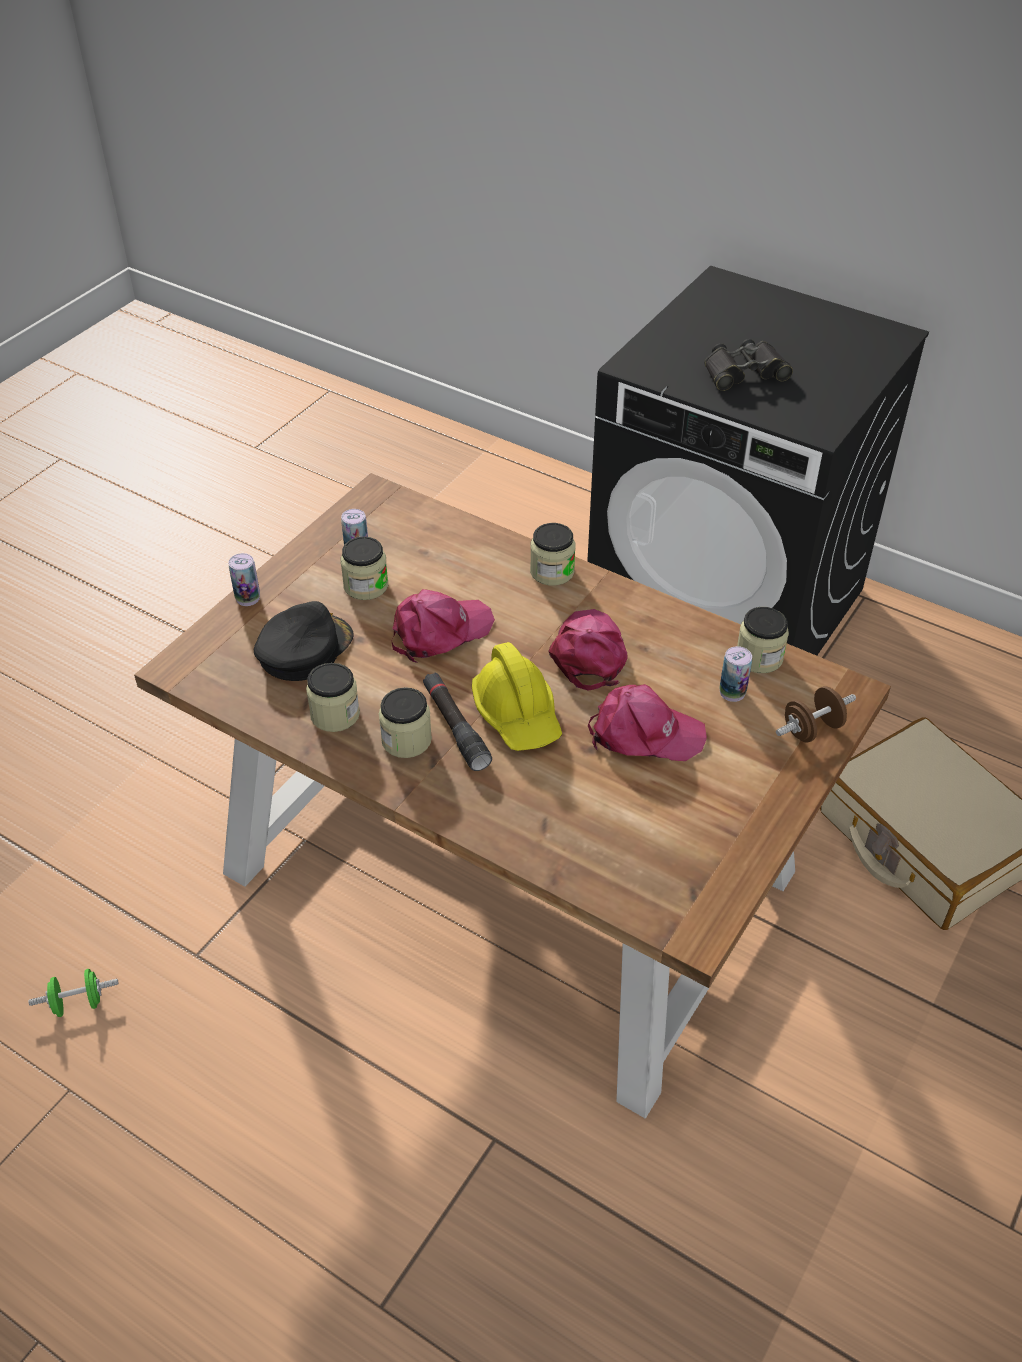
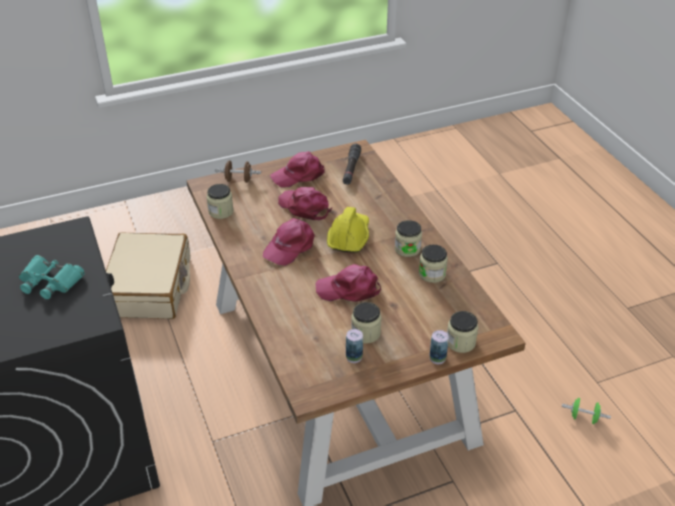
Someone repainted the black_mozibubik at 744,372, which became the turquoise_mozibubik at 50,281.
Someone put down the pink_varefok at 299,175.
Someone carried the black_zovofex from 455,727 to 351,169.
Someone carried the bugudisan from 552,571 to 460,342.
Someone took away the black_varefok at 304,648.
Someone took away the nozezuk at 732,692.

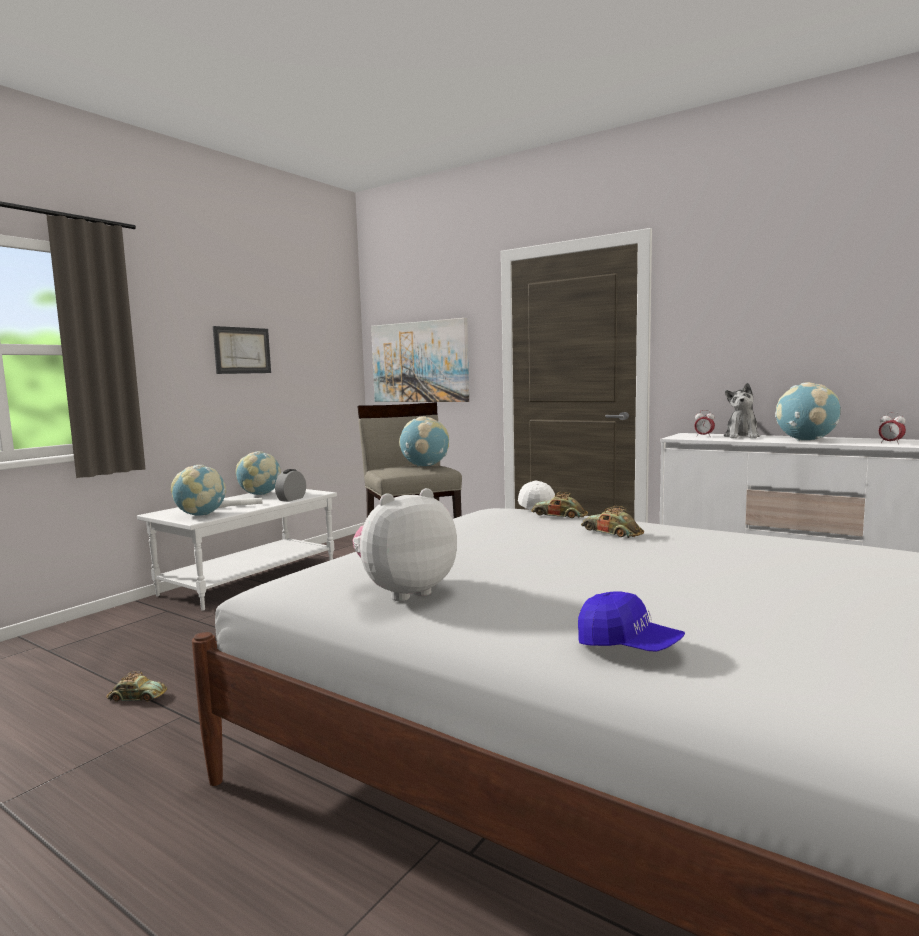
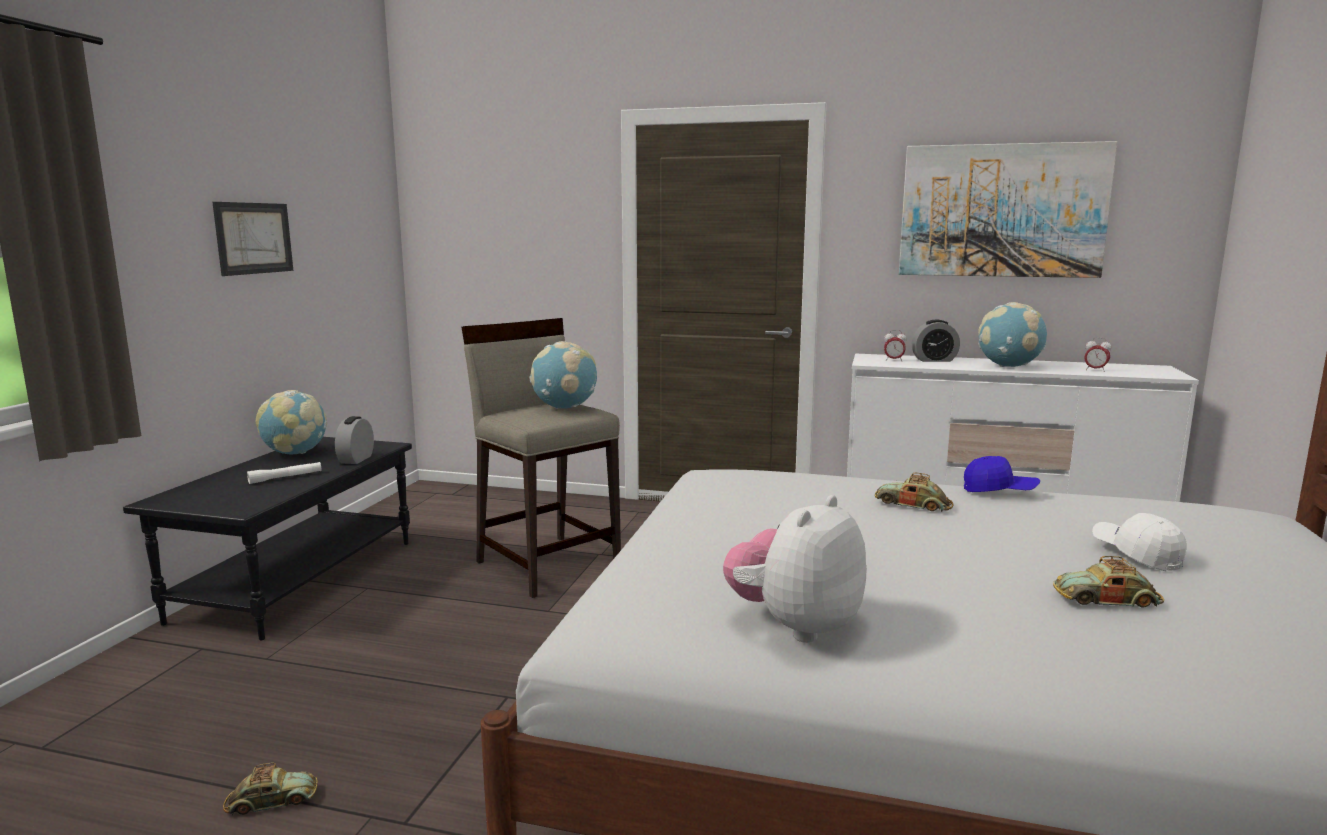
Someone repainted the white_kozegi at 250,579, which became the black_kozegi at 297,579.
Someone carried the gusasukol from 419,362 to 1002,211.
Someone swapped the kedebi at 742,436 for the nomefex at 934,360.
Someone carried the blue_varefok from 628,646 to 999,491.
Someone carried the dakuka from 559,516 to 1106,599.
Someone carried the white_varefok from 535,505 to 1136,554.
Someone took away the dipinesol at 201,515.

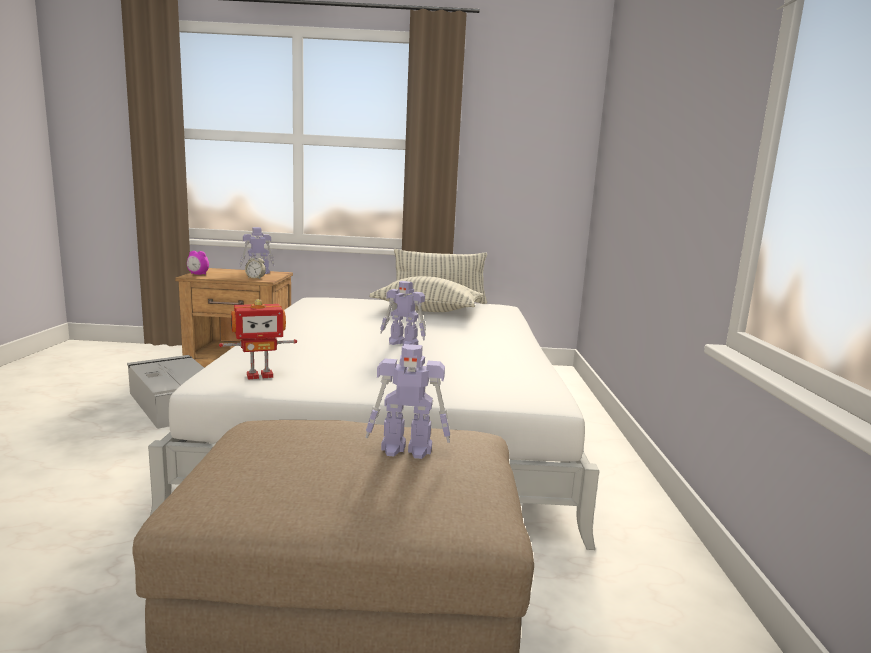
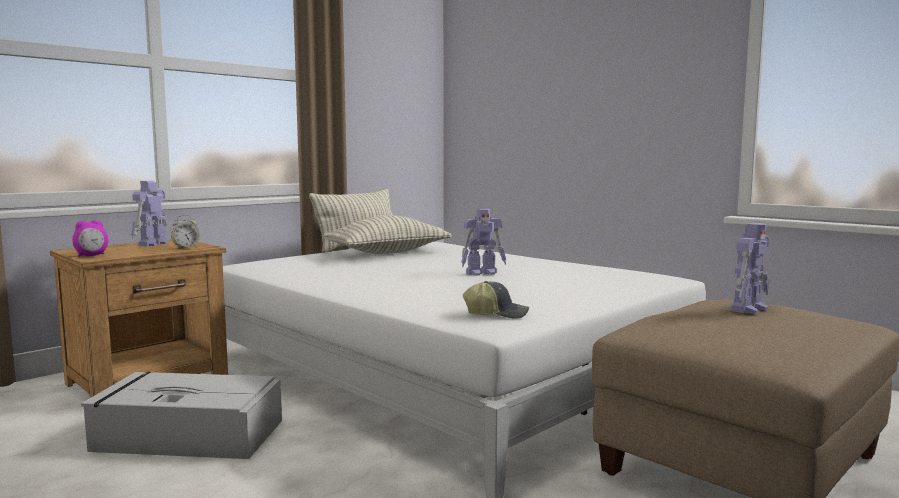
Someone swapped the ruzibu at 259,375 for the varefok at 497,314.

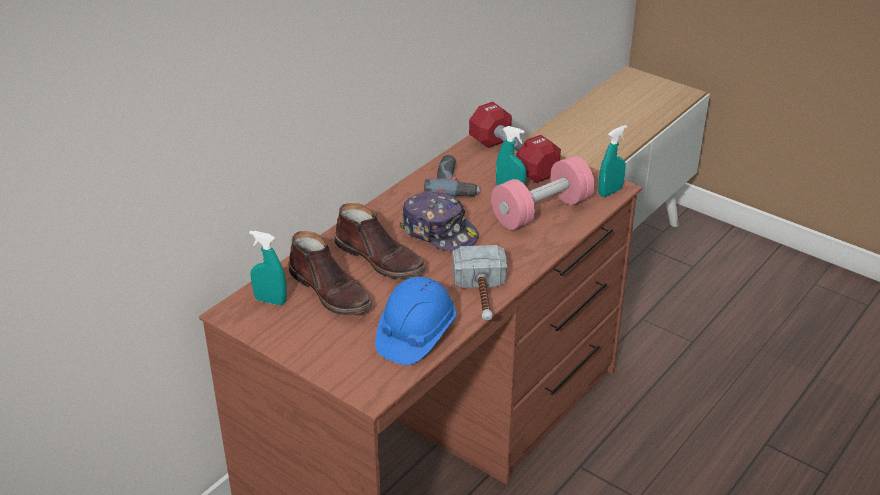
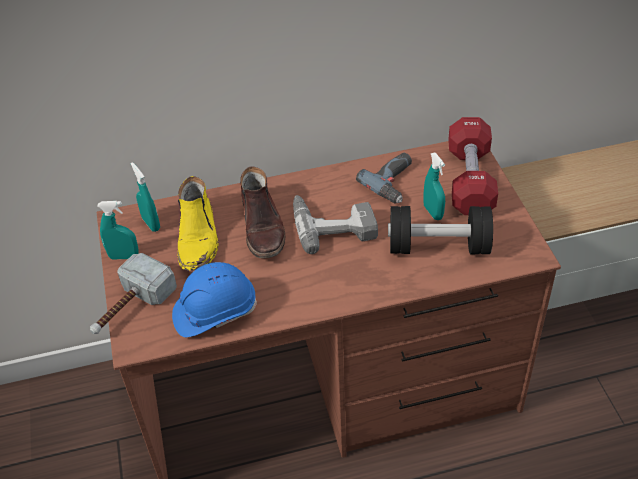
Someone carried the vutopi from 482,297 to 130,307.
Someone carried the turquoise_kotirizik from 610,192 to 124,256.
Someone repainted the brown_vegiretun at 331,291, which became the yellow_vegiretun at 198,238.
Someone swapped the varefok at 439,232 for the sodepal at 333,224.
Someone repainted the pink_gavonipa at 541,211, which became the black_gavonipa at 438,246.

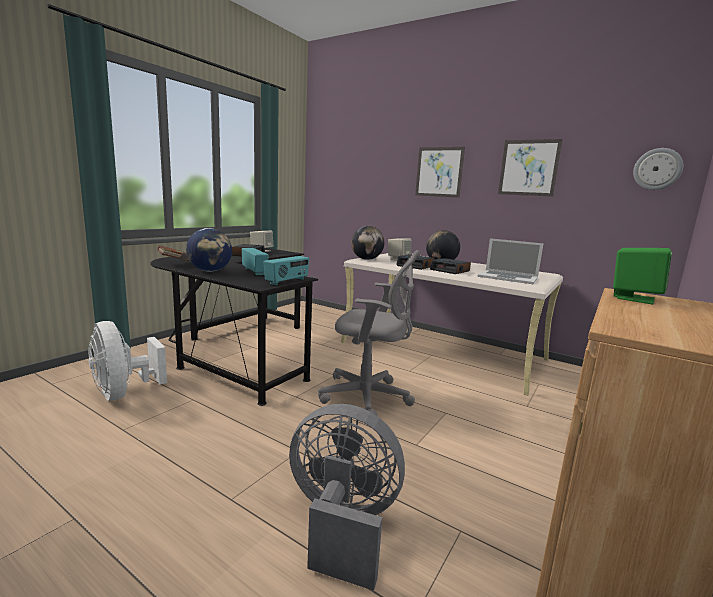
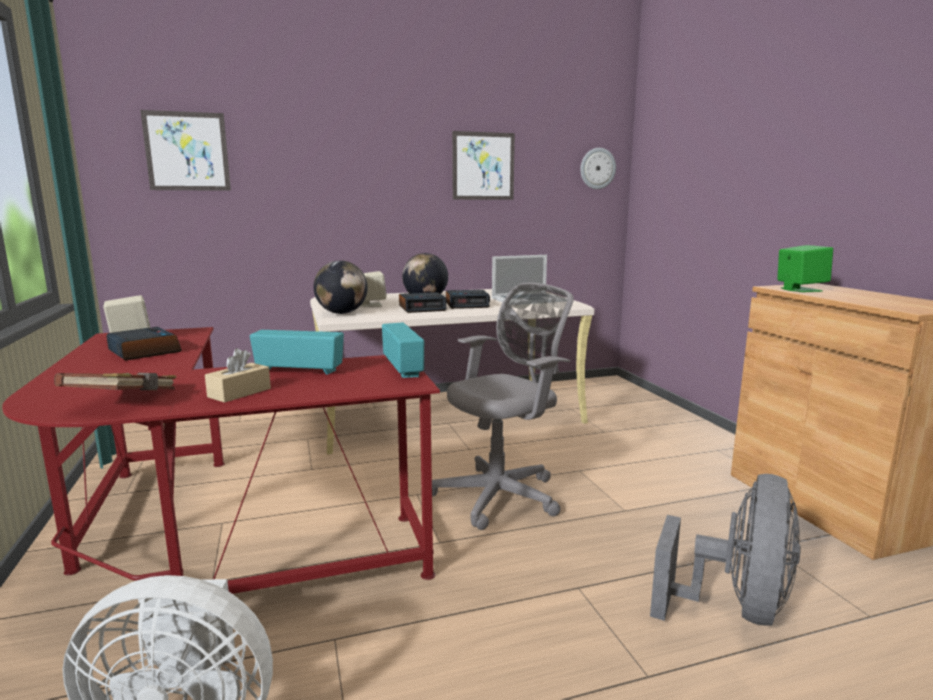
Someone repainted the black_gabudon at 237,351, which became the red_gabudon at 214,541.
Someone carried the gusasukol from 439,172 to 187,151.
Someone swapped the dipinesol at 210,271 for the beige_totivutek at 239,393.
Someone rotated the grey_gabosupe at 342,524 by 150 degrees clockwise.

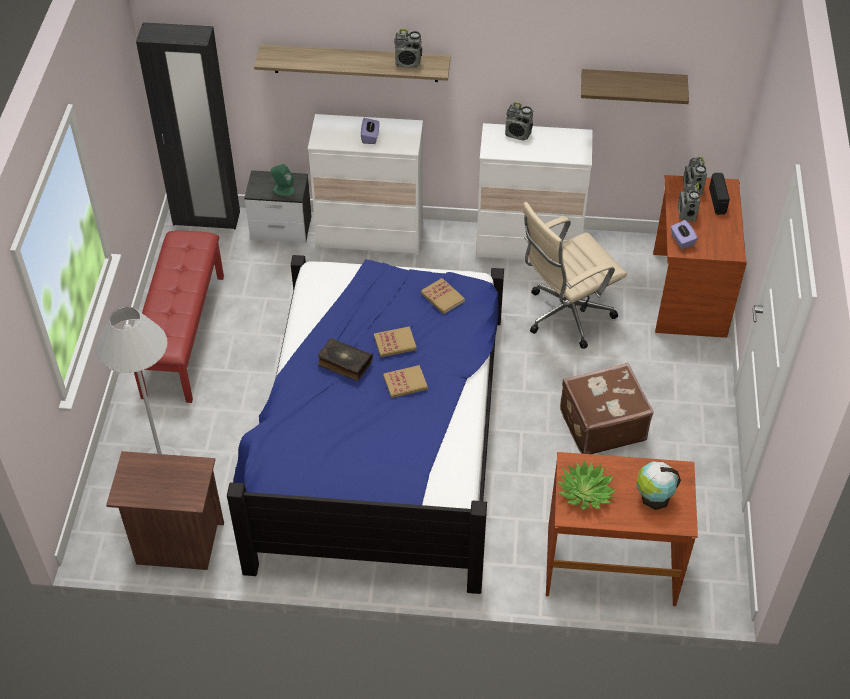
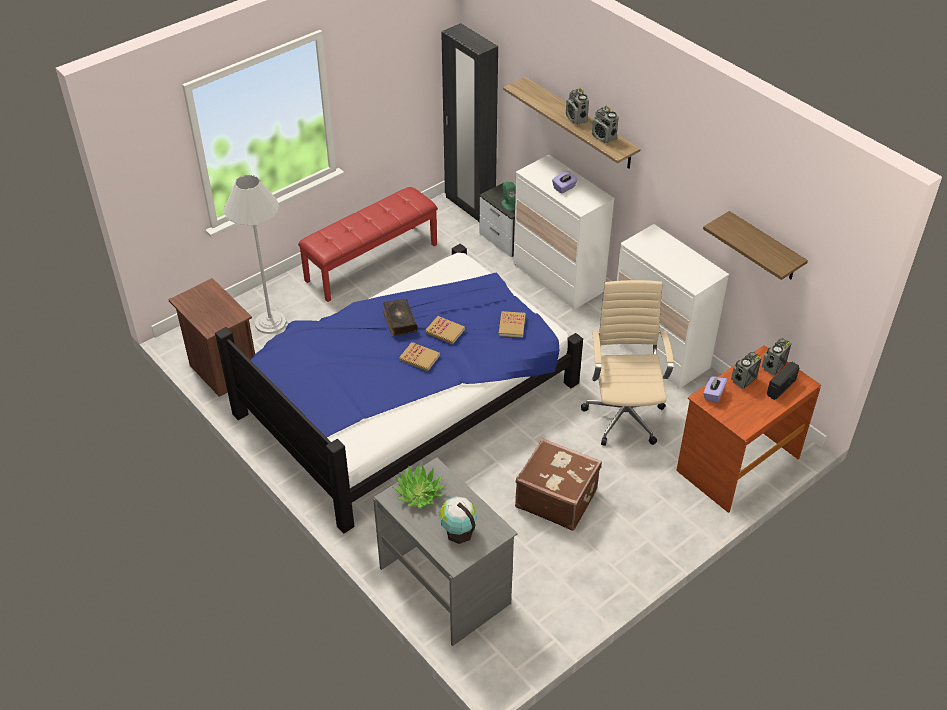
Someone repainted the brown_gabudon at 611,563, which became the grey_gabudon at 446,585.
Someone carried the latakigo from 518,134 to 576,119.
Someone rotated the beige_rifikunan at 565,316 by 75 degrees clockwise.

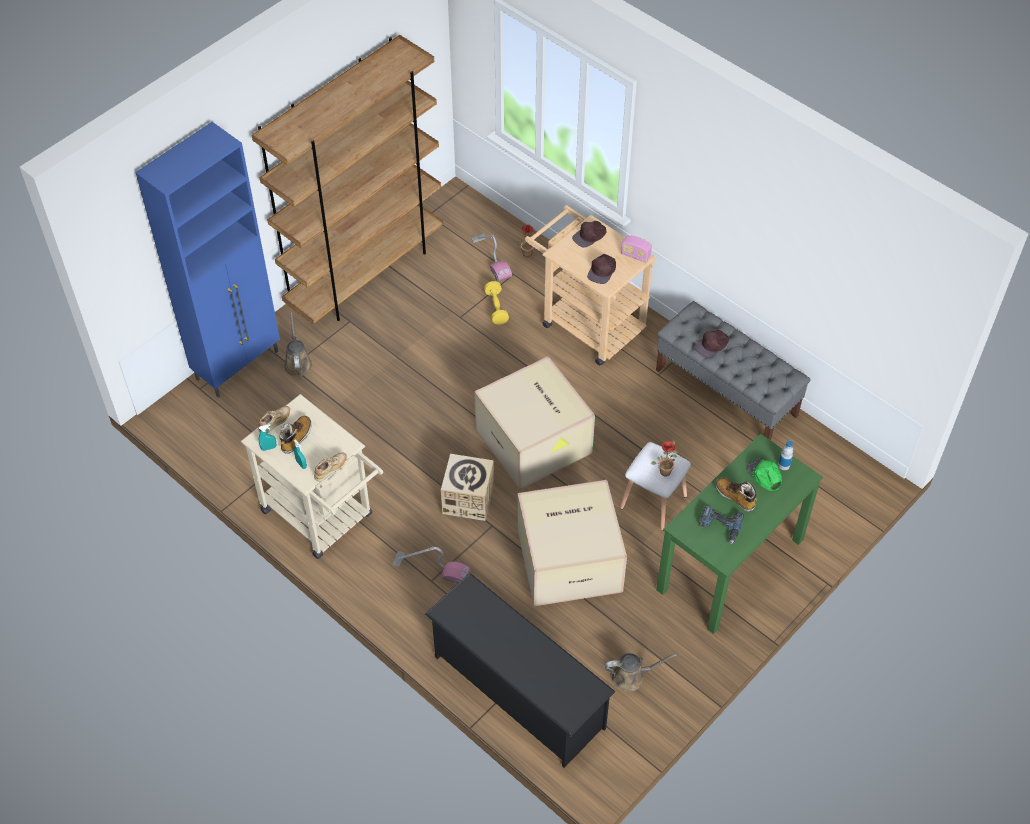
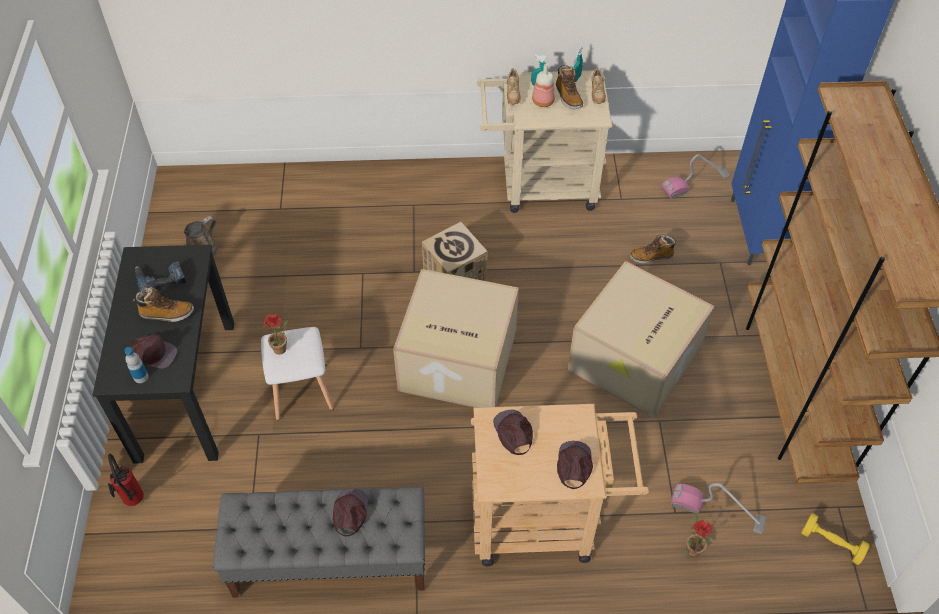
Someone repainted the green_gabudon at 730,565, which became the black_gabudon at 186,389.
Someone put down the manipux at 133,502.
Someone repainted the green_varefok at 764,475, which became the brown_varefok at 153,353.
Someone put down the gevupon at 543,101.
Someone carried the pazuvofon from 570,559 to 635,361.
Someone put down the vegiretun at 651,256.
Someone carried the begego from 431,569 to 695,183.
Someone carried the yellow_gavonipa from 496,308 to 831,543.
Someone took away the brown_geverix at 297,362.
Someone took away the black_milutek at 518,691.
Someone took away the latakigo at 635,255.

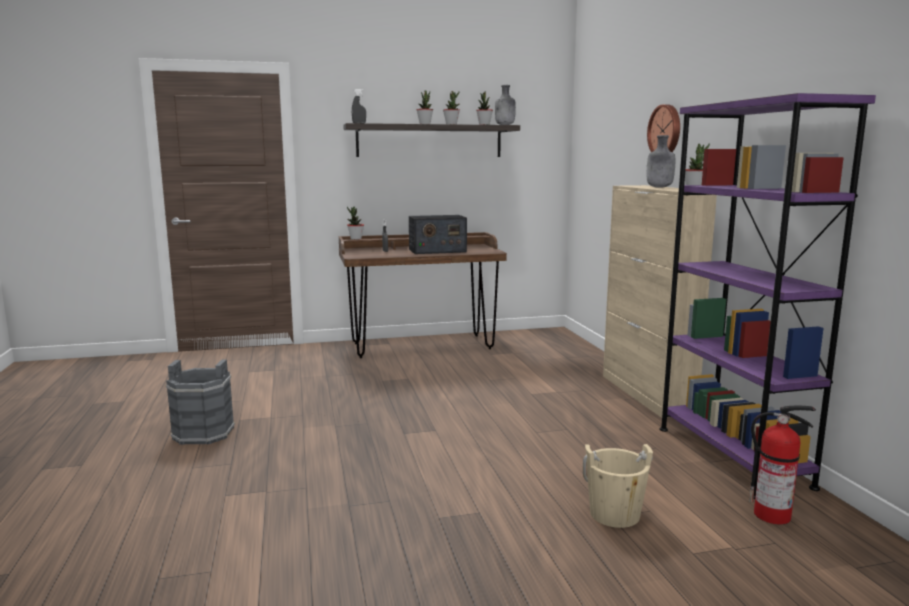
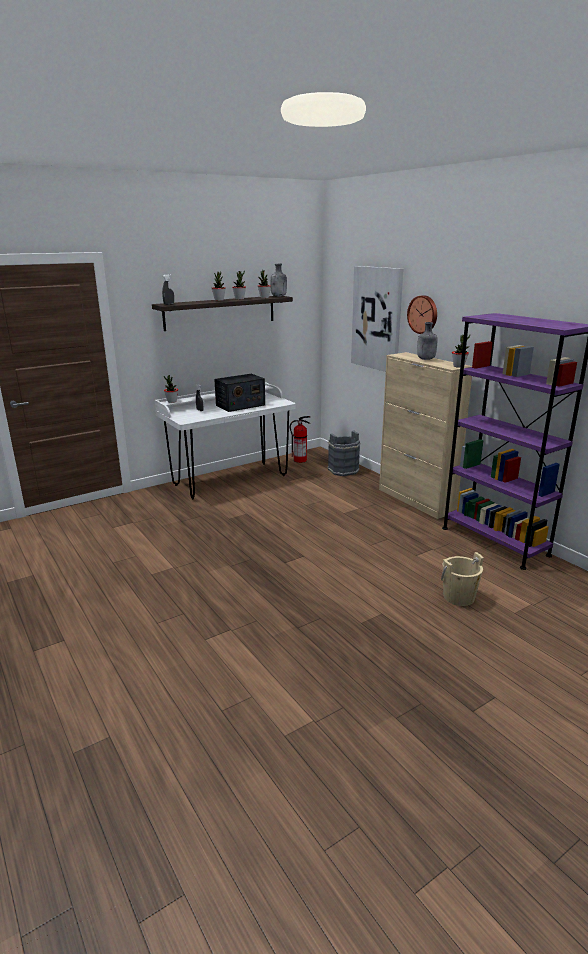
Someone repainted the brown_gabudon at 421,346, which became the white_gabudon at 230,480.
Someone carried the manipux from 773,515 to 300,460.
Someone carried the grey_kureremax from 204,433 to 343,470.
Someone put up the gusasukol at 377,319.

